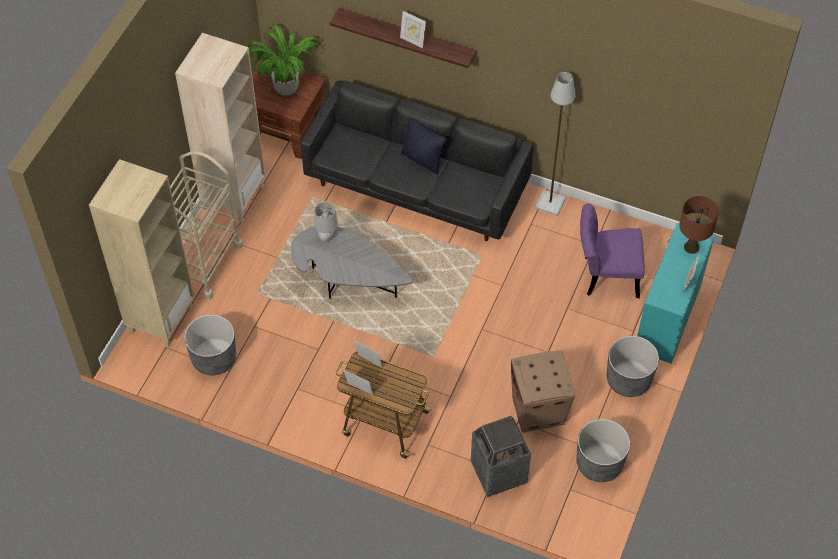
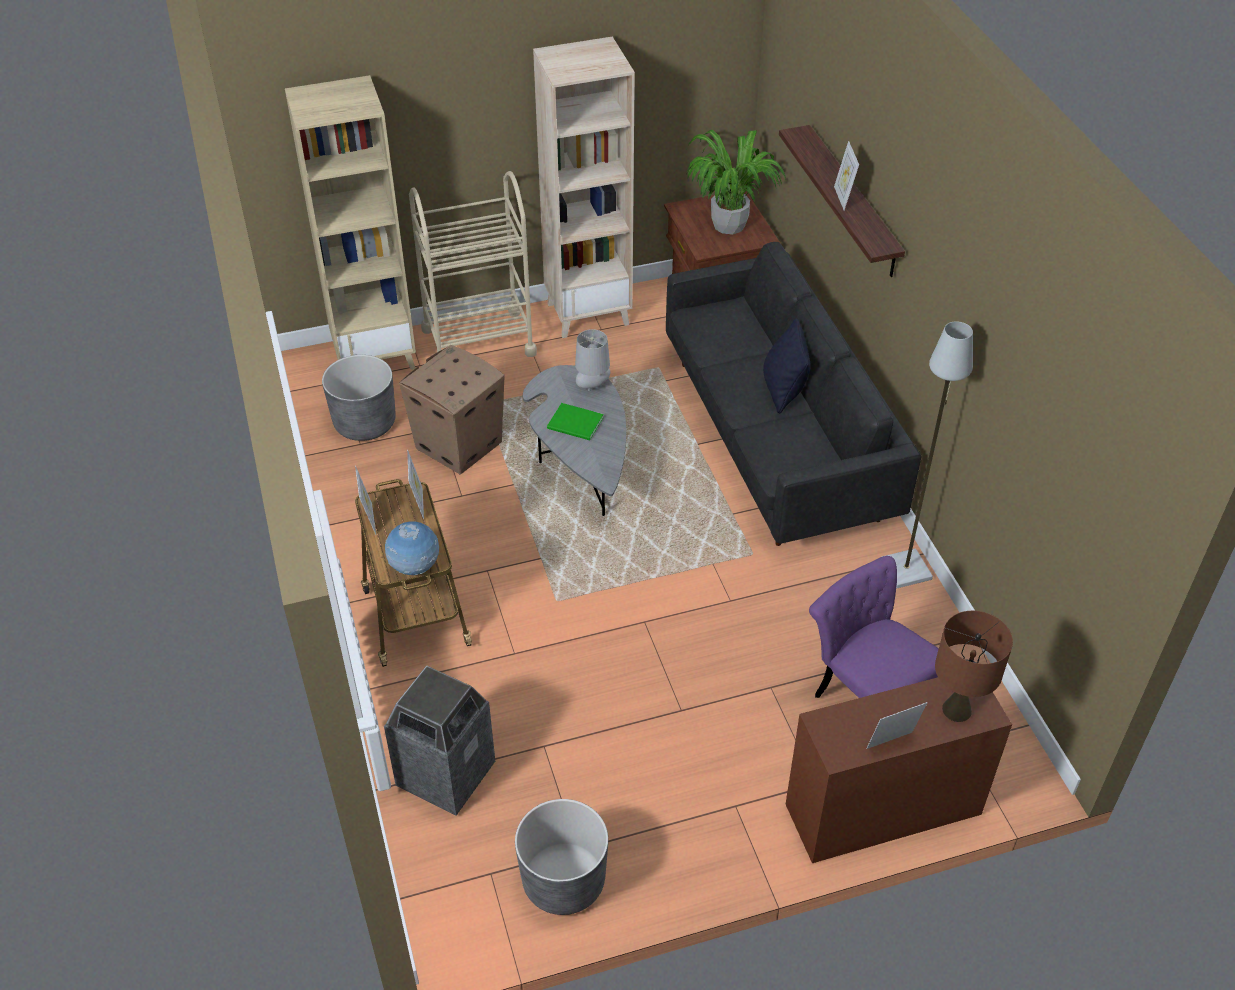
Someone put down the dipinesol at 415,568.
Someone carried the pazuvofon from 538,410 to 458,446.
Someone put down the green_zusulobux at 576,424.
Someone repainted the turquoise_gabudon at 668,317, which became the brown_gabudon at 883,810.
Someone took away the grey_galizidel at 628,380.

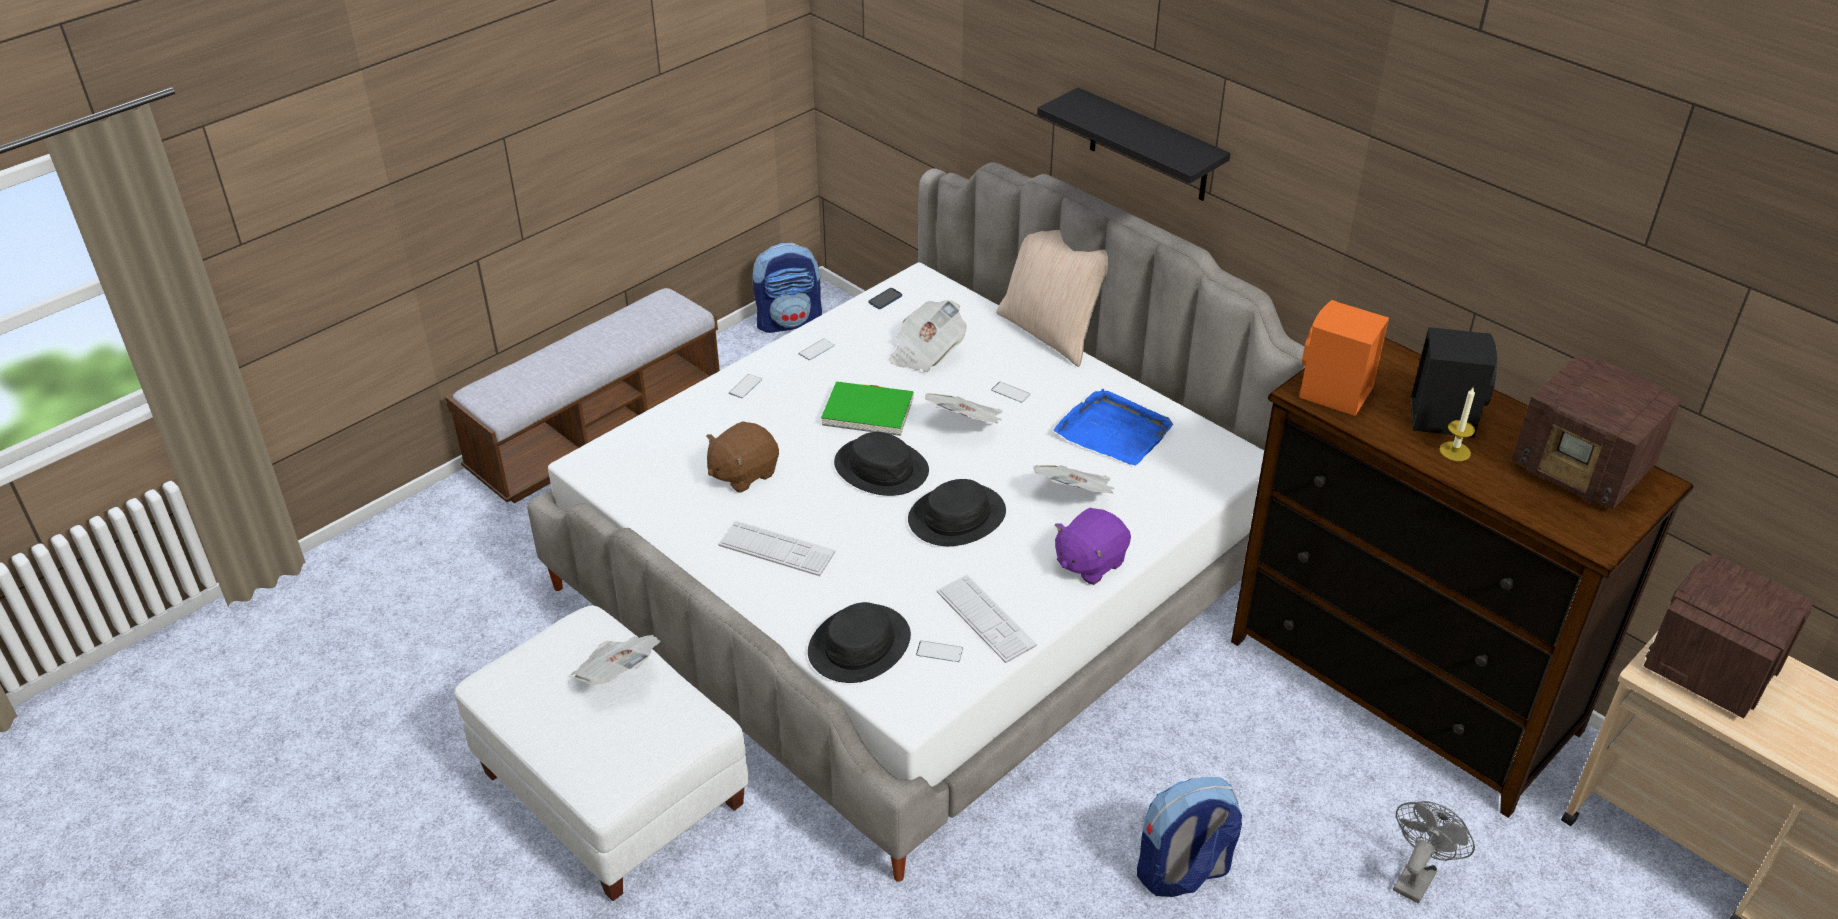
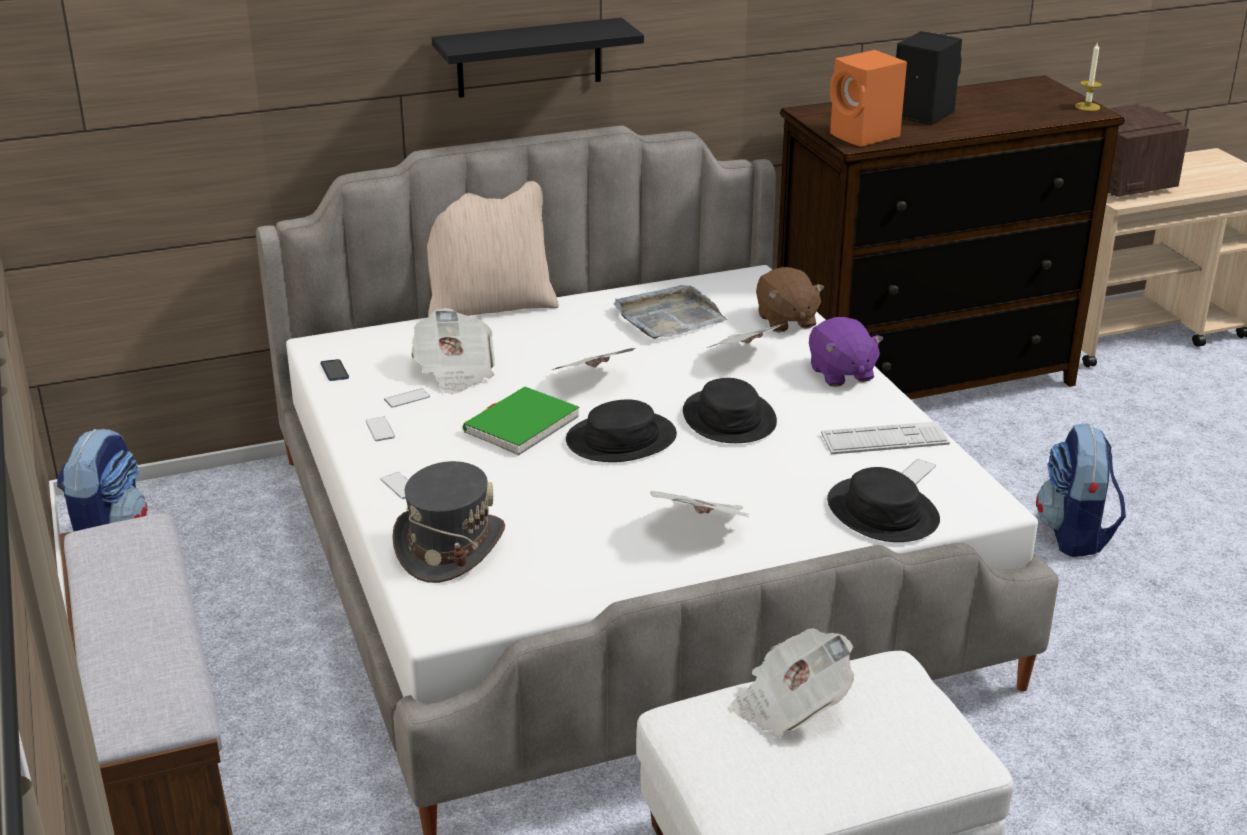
Someone carried the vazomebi from 1010,392 to 407,398.
Someone put down the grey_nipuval at 449,547.
Someone repainted the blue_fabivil at 1113,431, which became the grey_fabivil at 668,317.
Someone swapped the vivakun at 776,549 for the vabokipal at 703,527.
Someone carried the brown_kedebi from 743,473 to 786,321.
Someone carried the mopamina from 1455,451 to 1087,106.
Someone took away the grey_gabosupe at 1417,875.
Someone took away the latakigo at 1583,469.

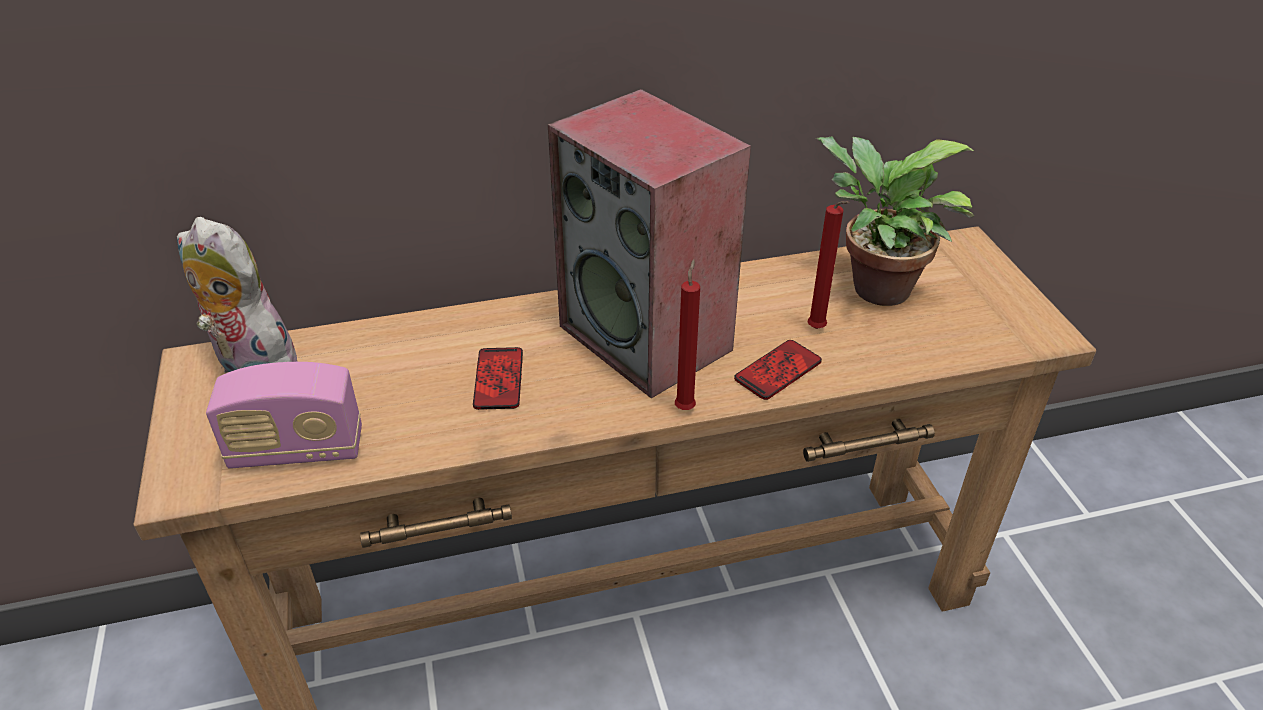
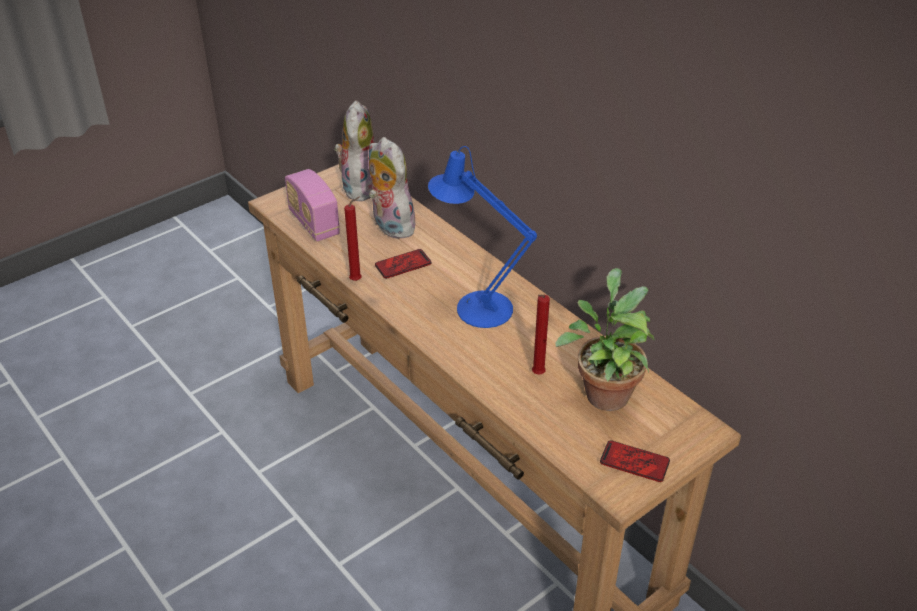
Someone carried the red_mopamina from 685,407 to 357,280.
Someone put down the kedebi at 390,226.
Someone swapped the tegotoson at 648,338 for the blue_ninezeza at 476,306.
Someone carried the vazomebi from 778,371 to 634,462.

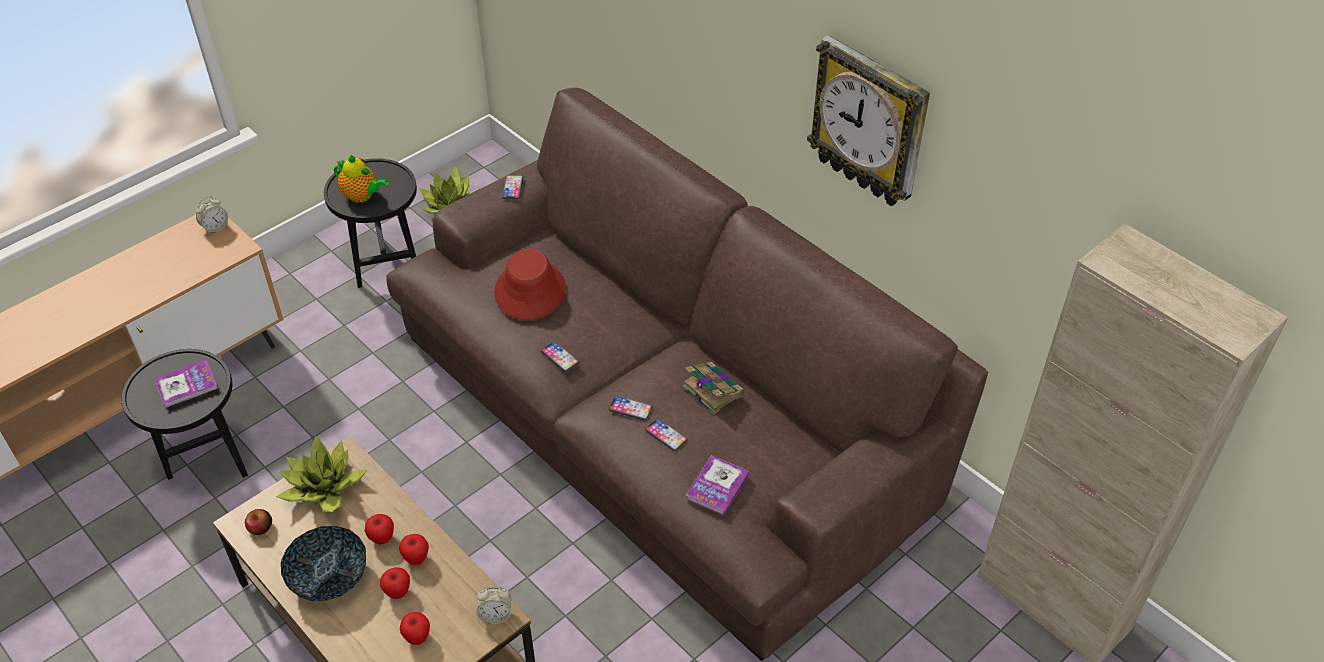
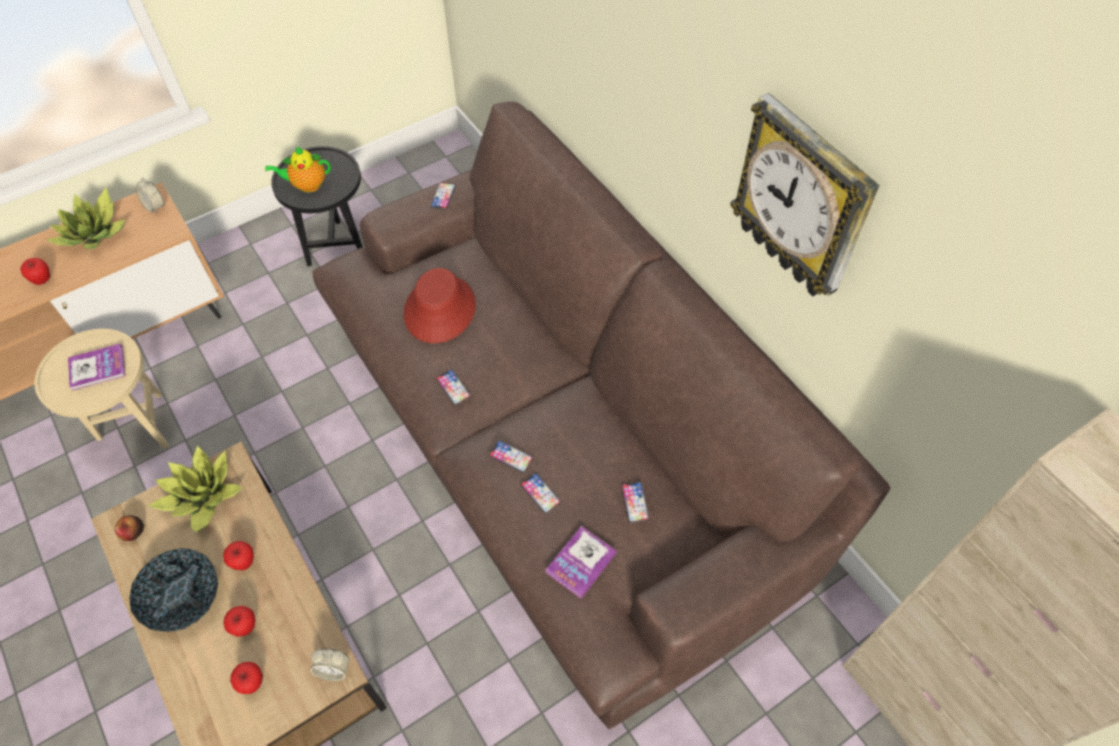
Someone carried the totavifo from 416,558 to 43,280.
Someone repainted the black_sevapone at 207,462, which became the beige_sevapone at 135,428.
Someone carried the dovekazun from 451,203 to 94,233.
Someone rotated the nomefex at 215,227 by 75 degrees clockwise.
Someone rotated the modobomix at 362,196 by 135 degrees clockwise.
Someone put down the vazomebi at 635,502.
Someone took away the zusulobux at 711,390.

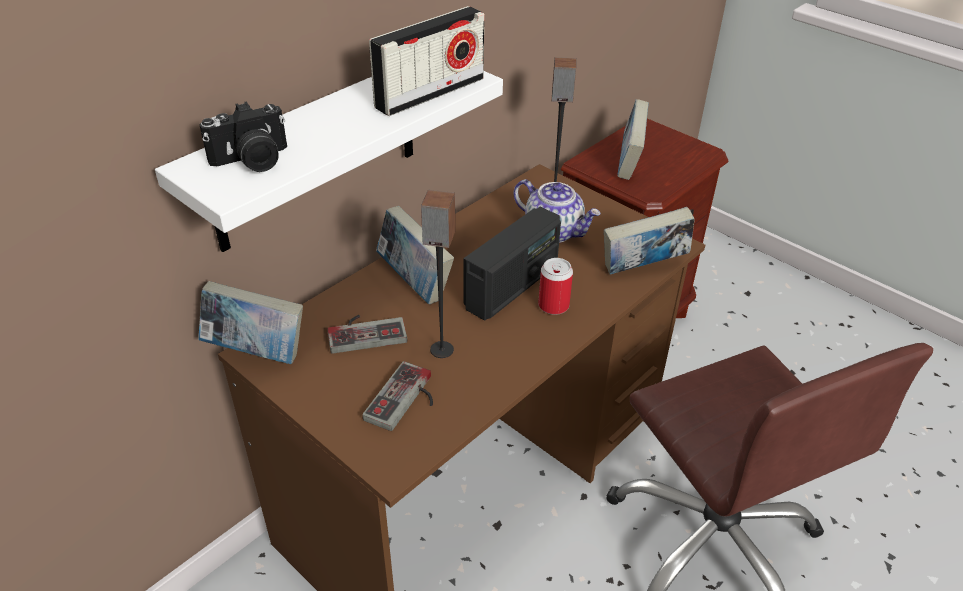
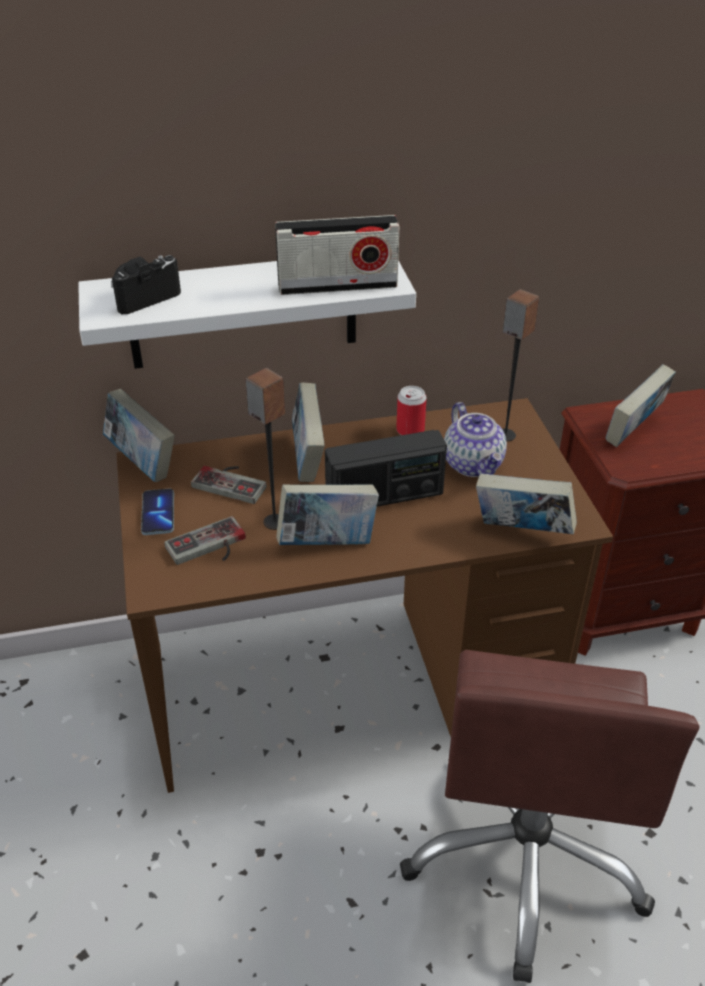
Someone rotated the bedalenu at 252,161 by 135 degrees clockwise.
Someone put down the vazomebi at 158,513.
Someone put down the zusulobux at 327,543.
Someone carried the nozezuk from 553,305 to 410,430.

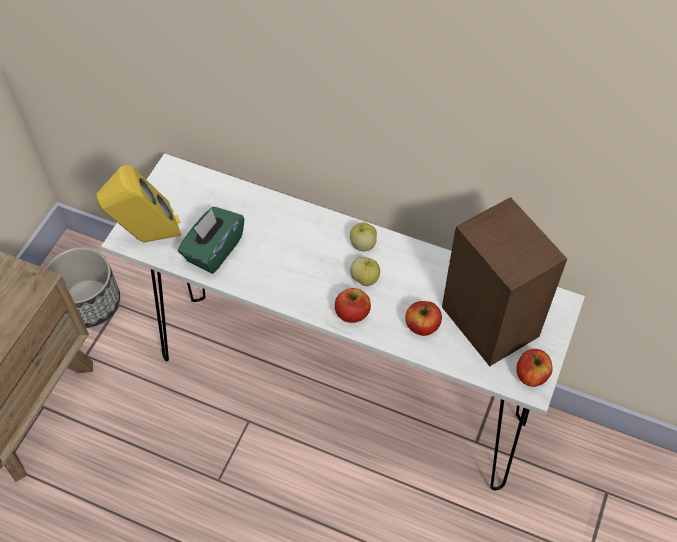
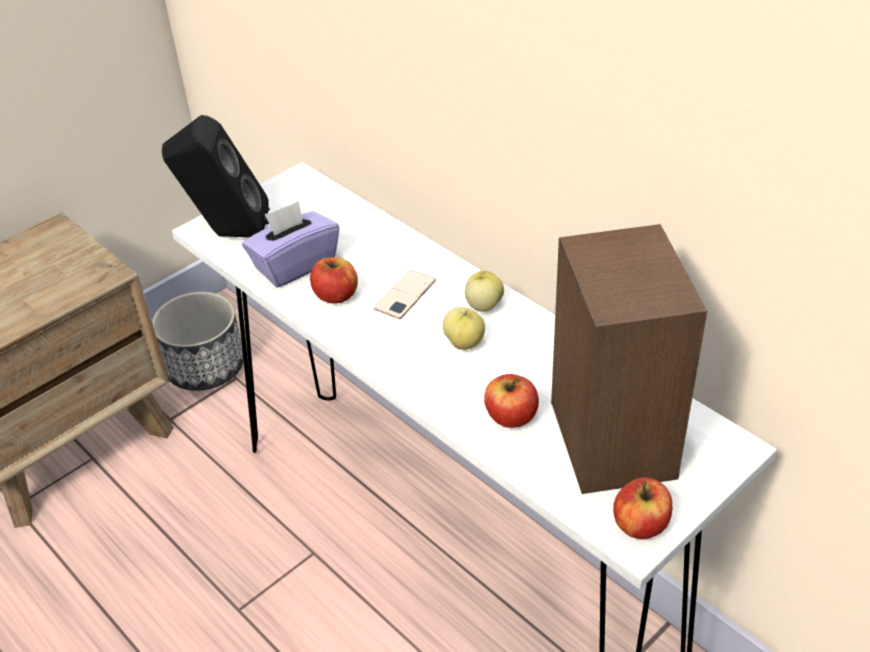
Someone repainted the yellow_tegotoson at 147,238, which became the black_tegotoson at 227,234.
Someone repainted the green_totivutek at 214,250, which became the purple_totivutek at 295,265.
Someone carried the totavifo from 352,313 to 336,295.
Someone put down the vazomebi at 405,295.

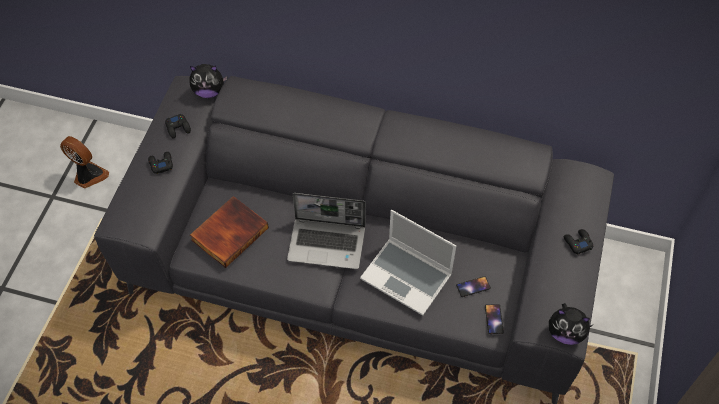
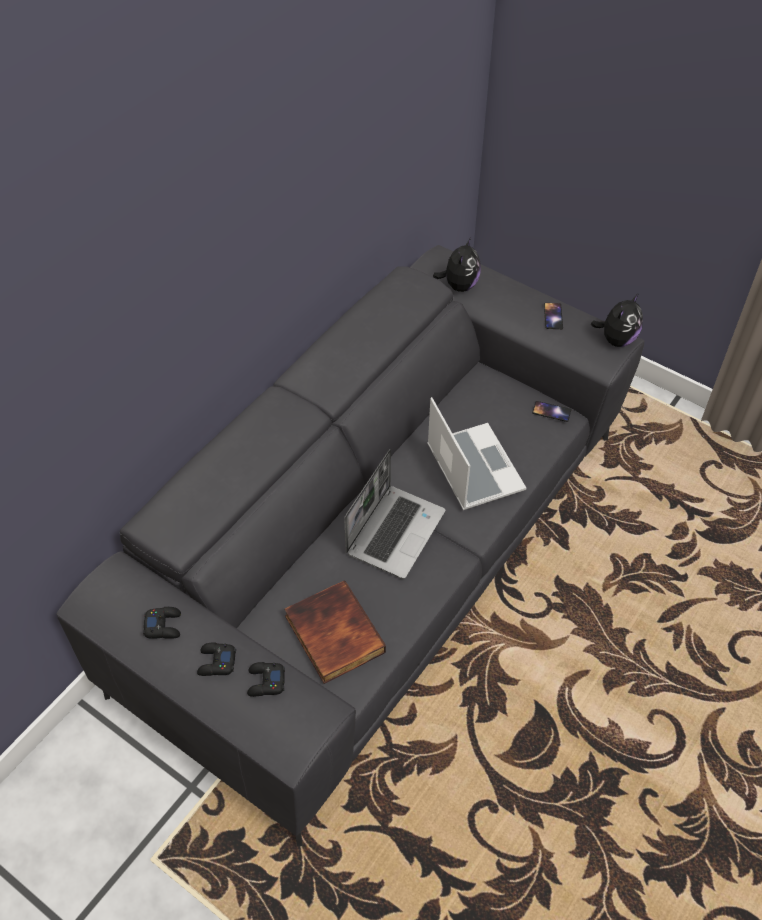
Someone carried the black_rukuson from 577,243 to 265,682.
Someone rotated the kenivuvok at 408,277 by 75 degrees counterclockwise.
Someone carried the kedebi from 209,91 to 459,285.
Someone carried the vazomebi from 473,286 to 553,316.
Someone took away the gabosupe at 88,176.

